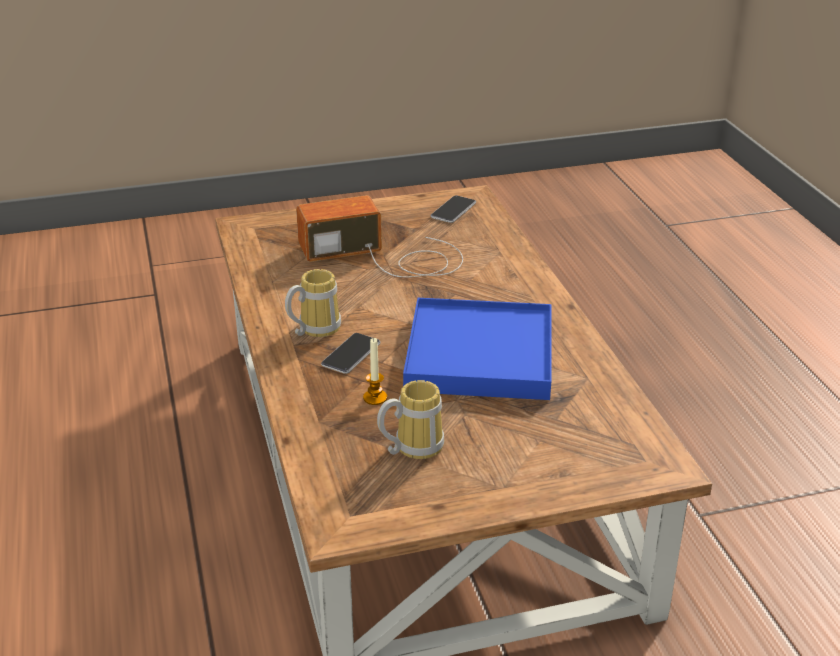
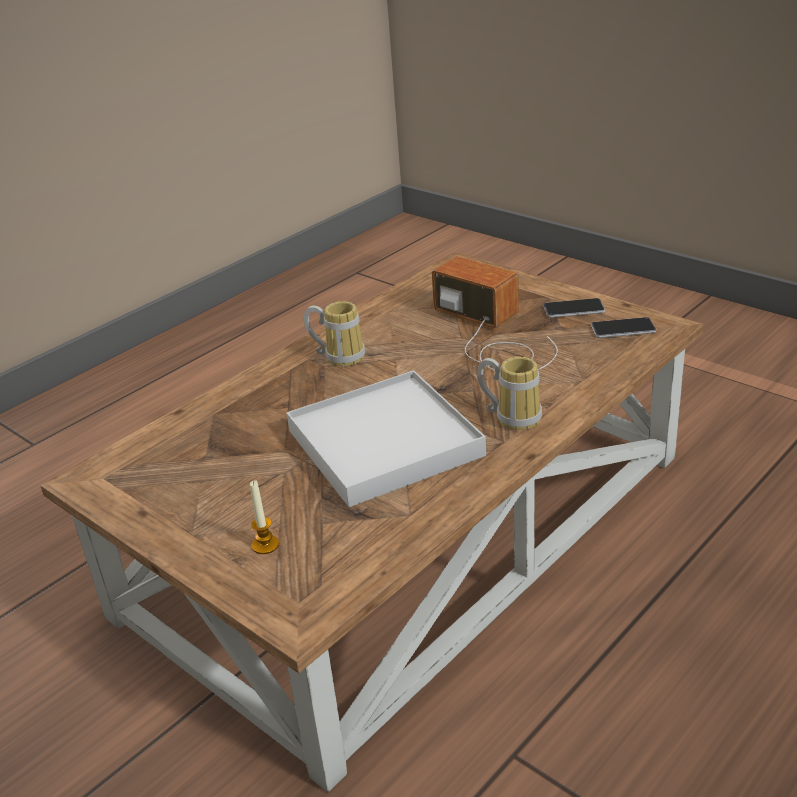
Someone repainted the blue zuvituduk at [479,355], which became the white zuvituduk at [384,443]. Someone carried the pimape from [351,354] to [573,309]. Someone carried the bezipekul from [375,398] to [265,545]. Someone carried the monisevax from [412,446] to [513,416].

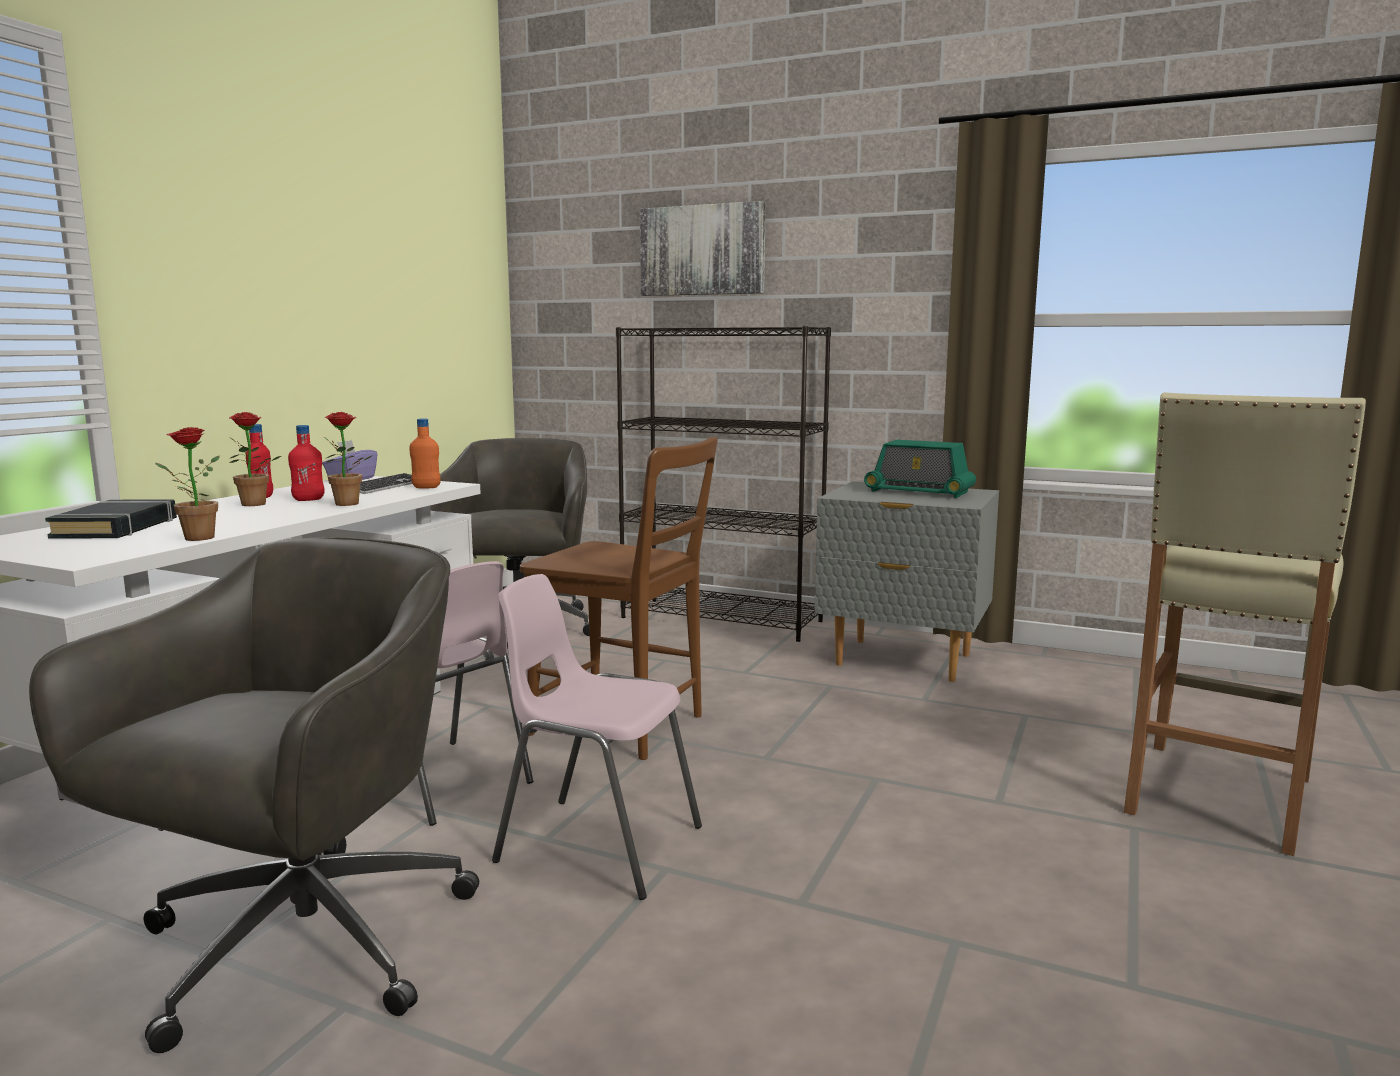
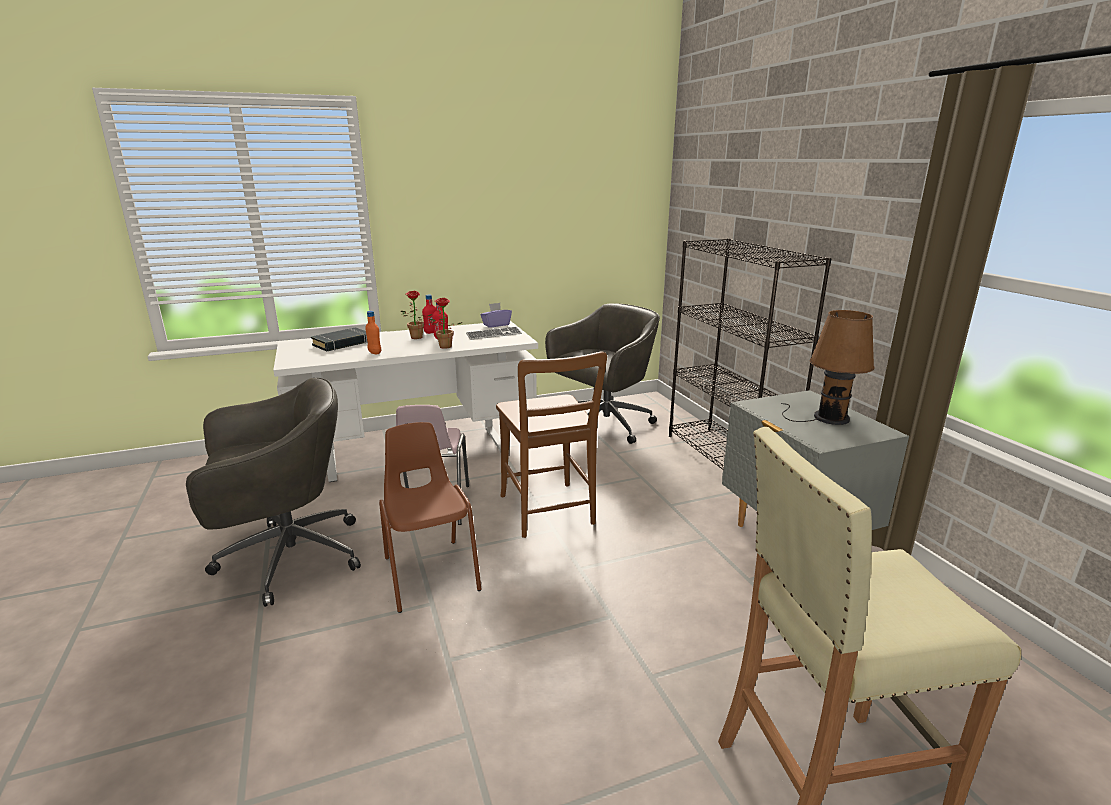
Someone took away the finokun at [702,250]. Someone carried the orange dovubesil from [426,487] to [374,353]. Someone took away the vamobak at [193,538]. Someone swapped the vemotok at [919,492] for the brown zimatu at [826,417]. Someone repainted the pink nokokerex at [597,844], which became the brown nokokerex at [430,573].

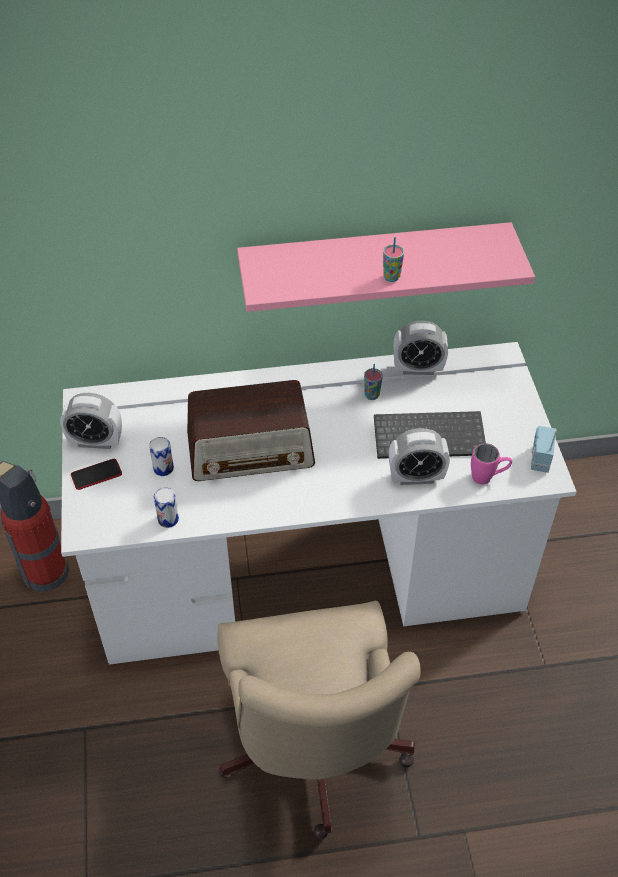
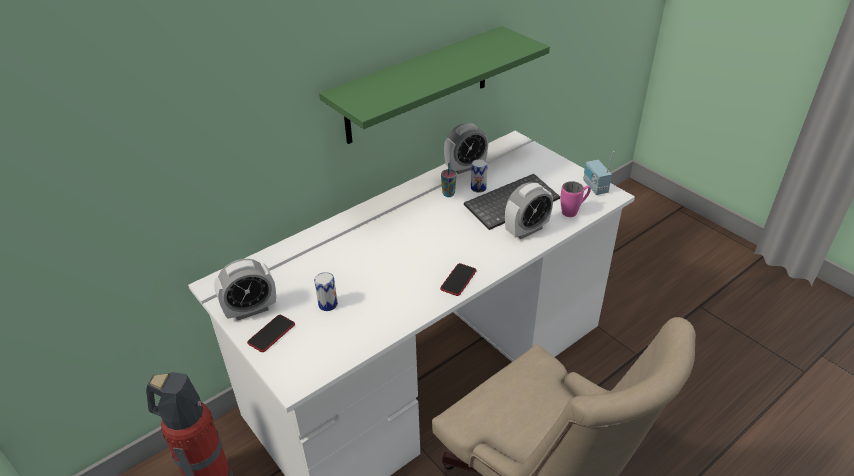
Someone repainted the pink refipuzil at [374,264], which became the green refipuzil at [418,85]. Someone took away the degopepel at [391,277]. Someone took away the vemotok at [251,450]. Someone carried the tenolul from [168,519] to [478,188]. Someone put down the pimape at [458,280].

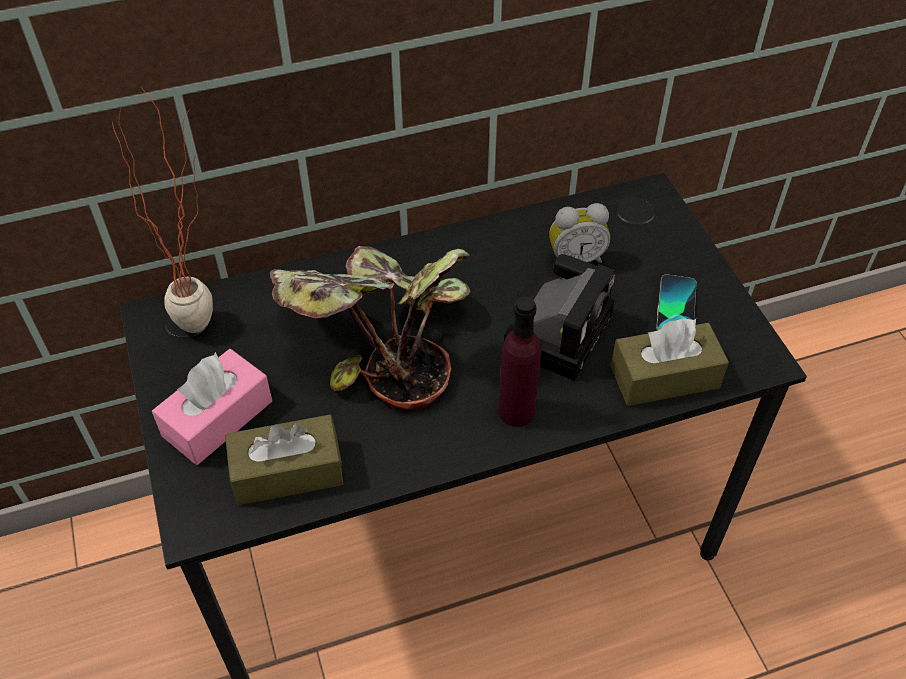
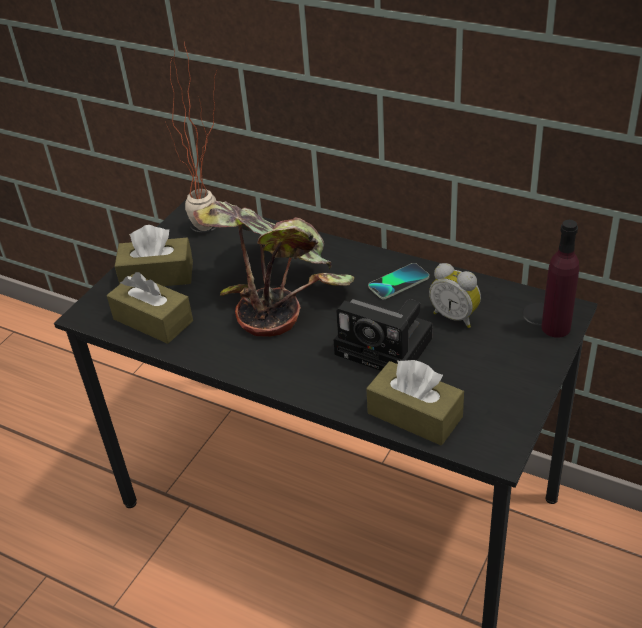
Someone rotated the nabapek at [559,329] by 45 degrees clockwise. Someone carried the pimape from [675,306] to [398,282]. Someone carried the purple dovubesil from [516,411] to [555,327]. Someone repainted the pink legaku at [217,418], which became the brown legaku at [157,275].

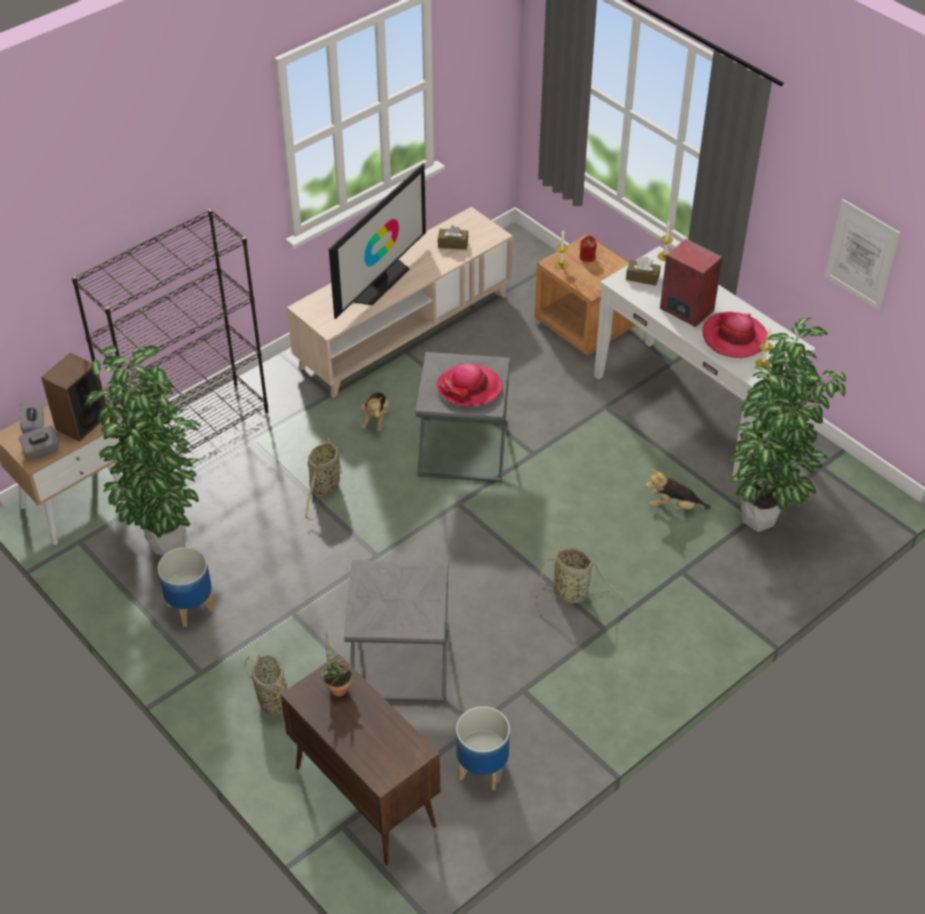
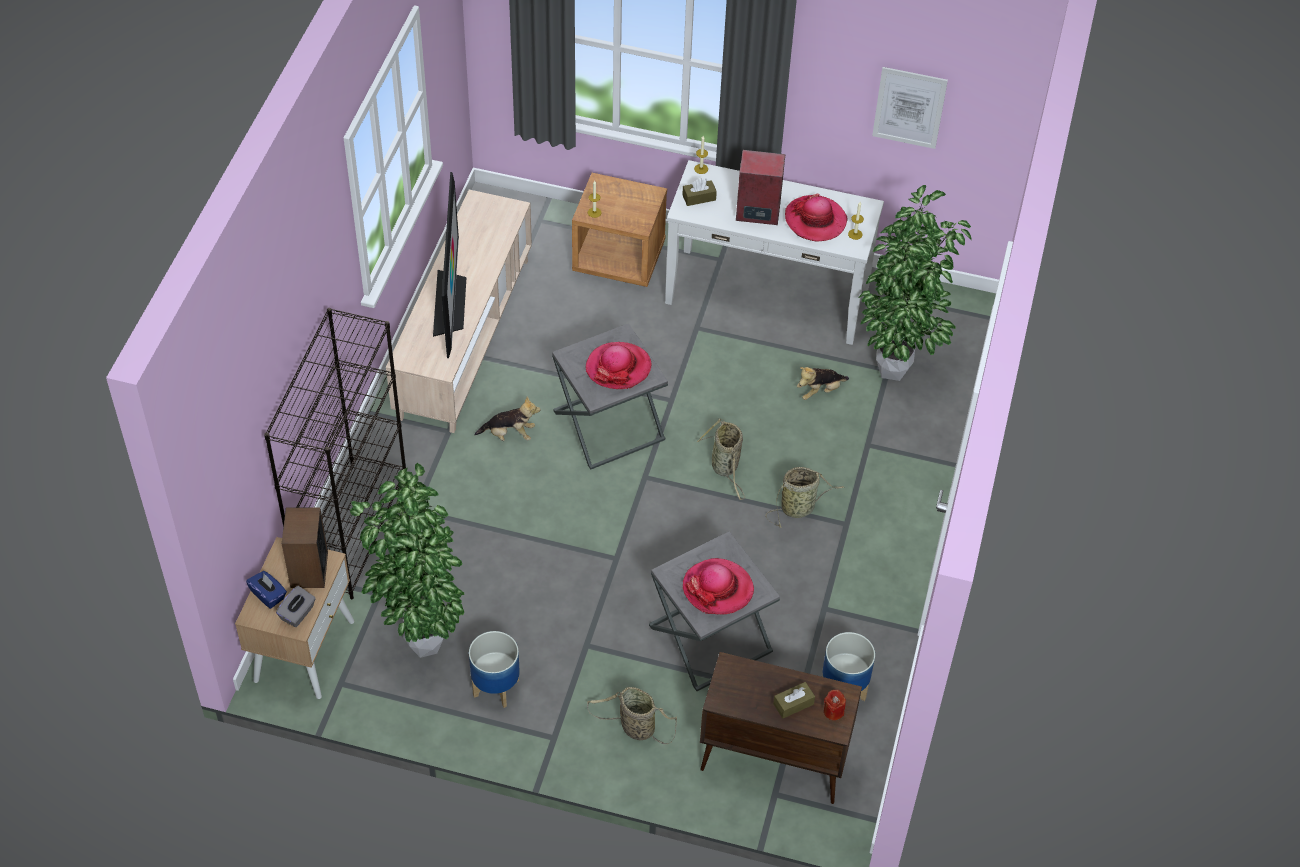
Someone carried the brown legaku from [453,244] to [793,704]. Someone carried the red bezipekul from [587,257] to [833,711]. Someone rotated the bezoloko at [376,419] by 60 degrees counterclockwise. Someone repainted the grey legaku at [34,427], which became the blue legaku at [268,595]. Someone carried the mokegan from [324,489] to [725,467]. Someone took away the vamobak at [337,687]. Someone put down the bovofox at [718,589].

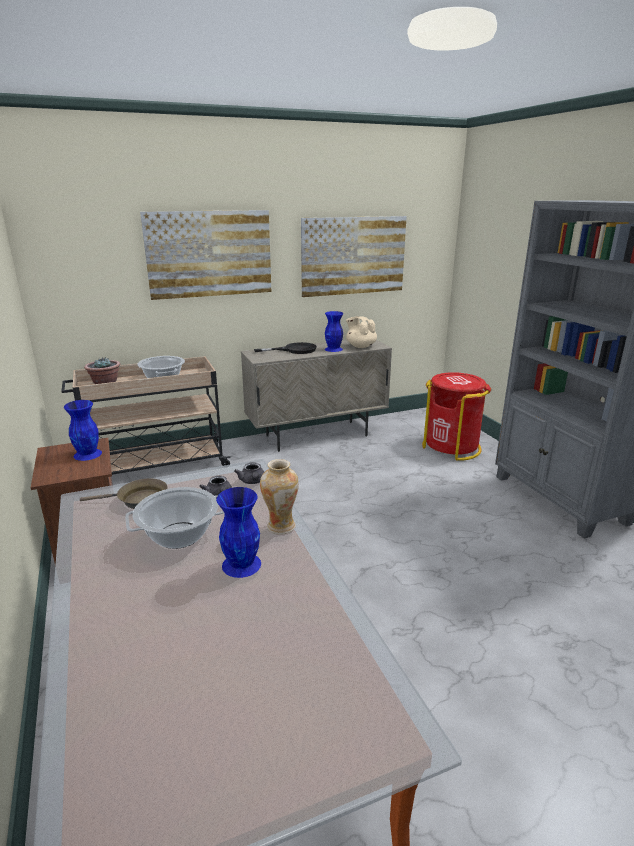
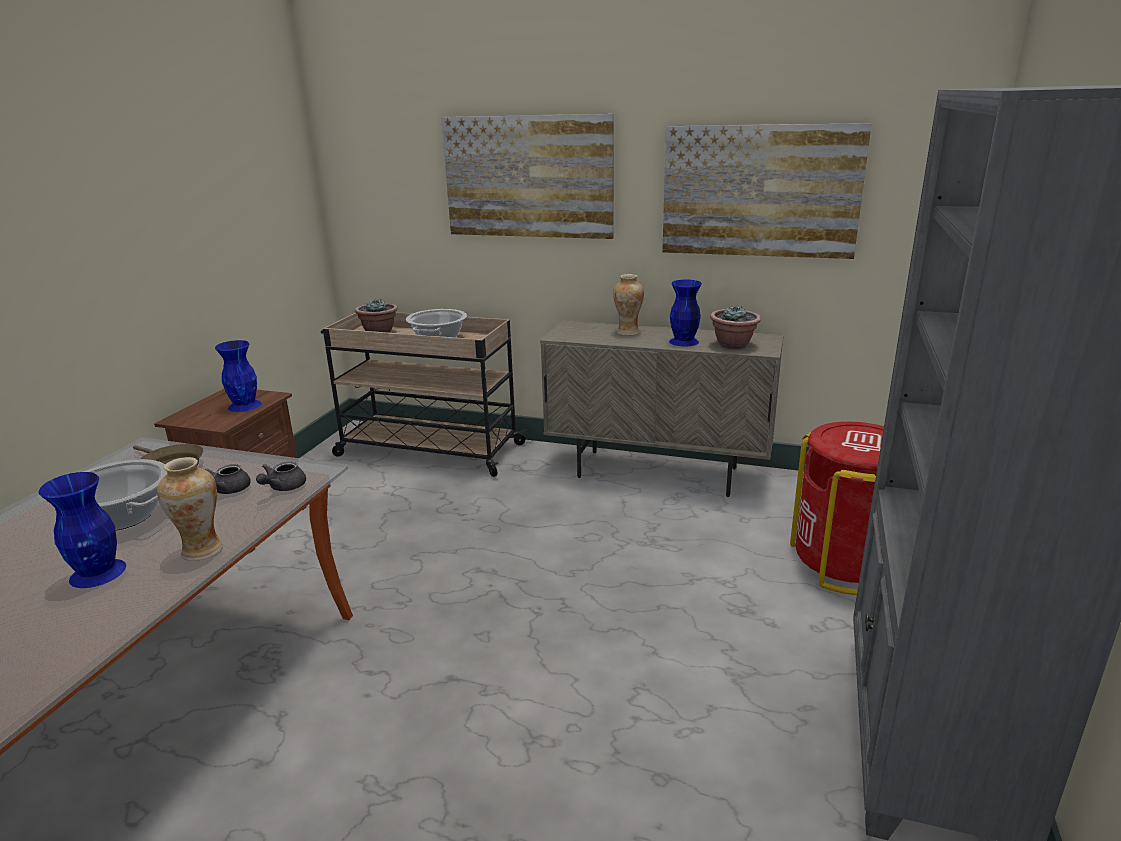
Someone swapped the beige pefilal at [360,346] for the vamobak at [733,345]. Someone swapped the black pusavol at [294,350] for the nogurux at [628,332].

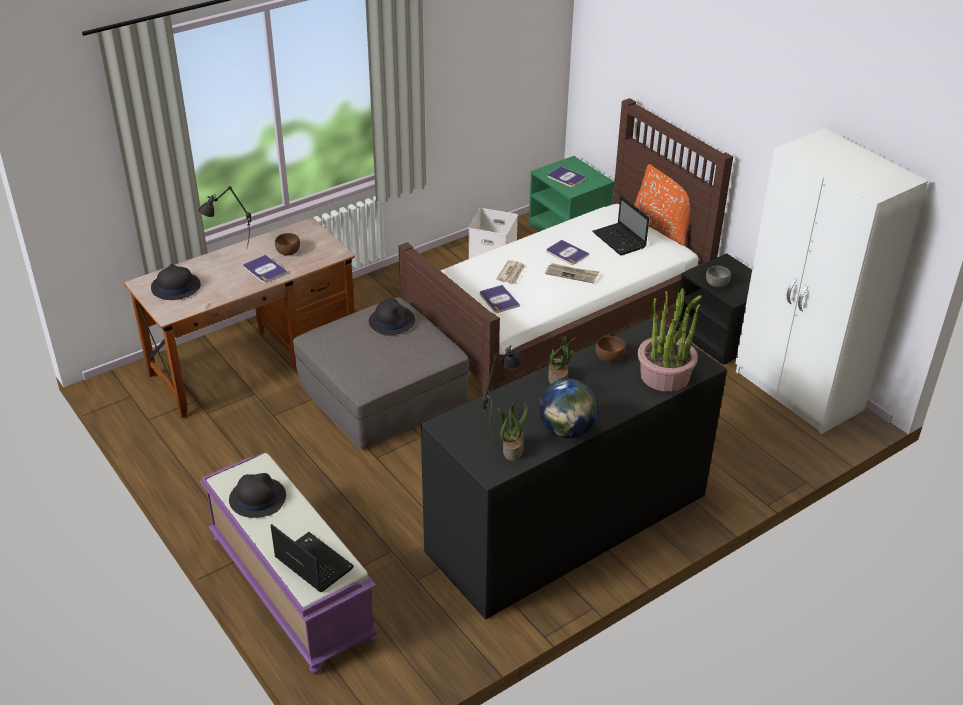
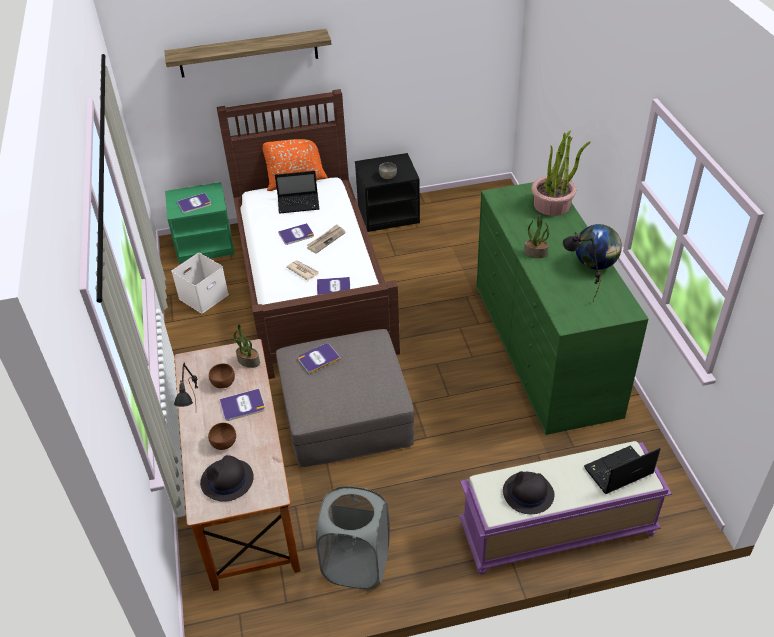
Someone took away the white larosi at [798,392]. Someone swapped the black bovofox at [392,321] for the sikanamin at [318,358]. Someone repainted the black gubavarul at [567,523], which became the green gubavarul at [544,348]. Someone carried the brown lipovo from [609,358] to [223,443]. Someone carried the vamobak from [512,449] to [248,361]. Someone put up the refipuzil at [248,53]. Someone put down the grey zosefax at [356,564].

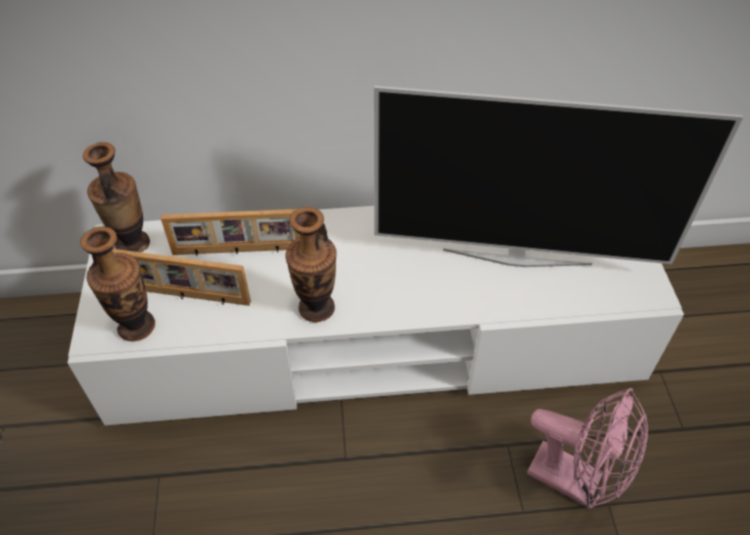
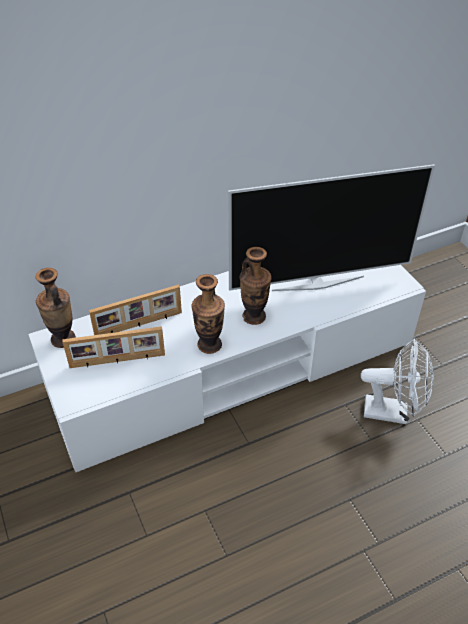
Someone carried the nogurux from [136,326] to [254,316]. Someone repainted the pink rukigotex at [575,480], which became the white rukigotex at [393,412].

